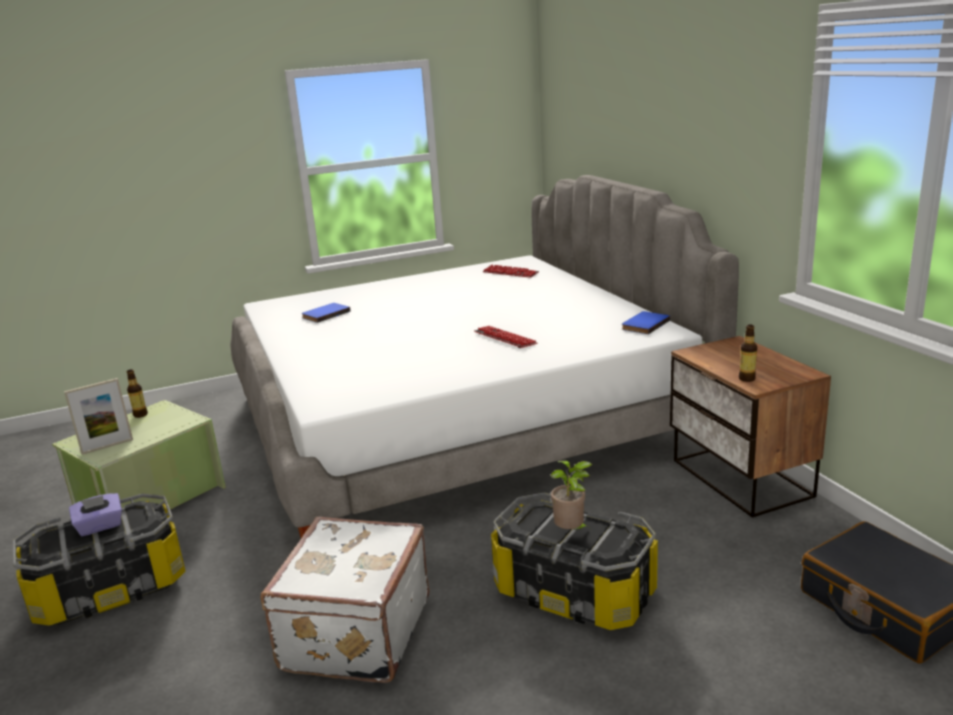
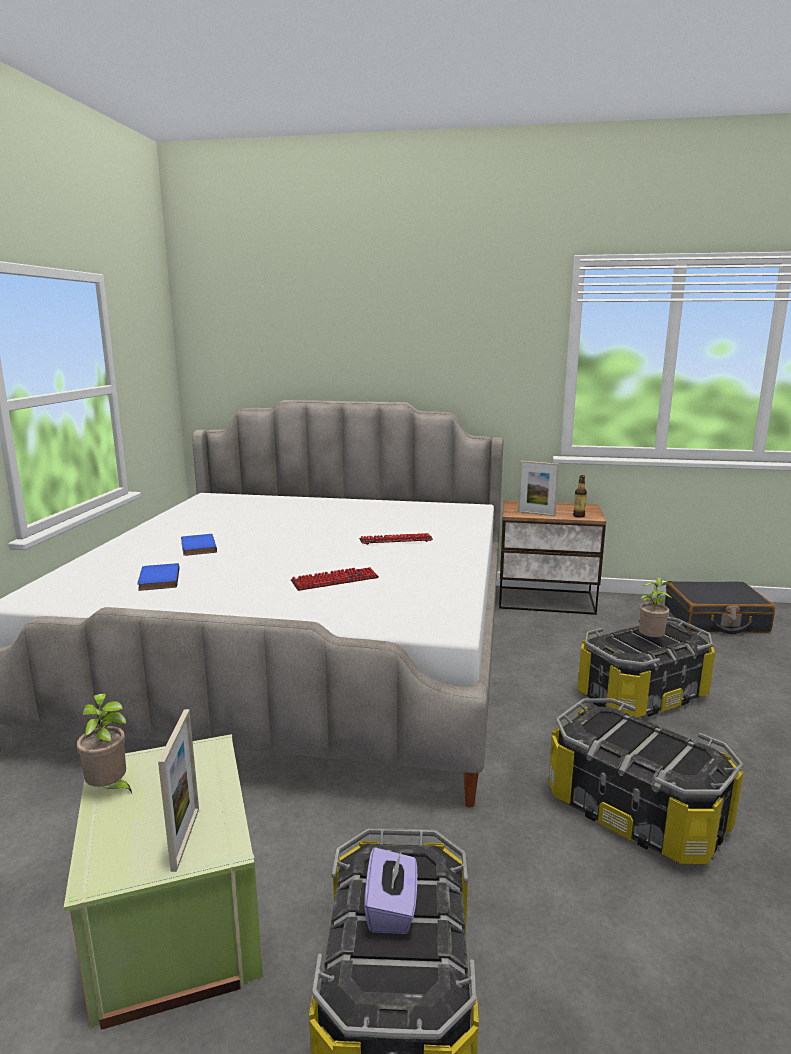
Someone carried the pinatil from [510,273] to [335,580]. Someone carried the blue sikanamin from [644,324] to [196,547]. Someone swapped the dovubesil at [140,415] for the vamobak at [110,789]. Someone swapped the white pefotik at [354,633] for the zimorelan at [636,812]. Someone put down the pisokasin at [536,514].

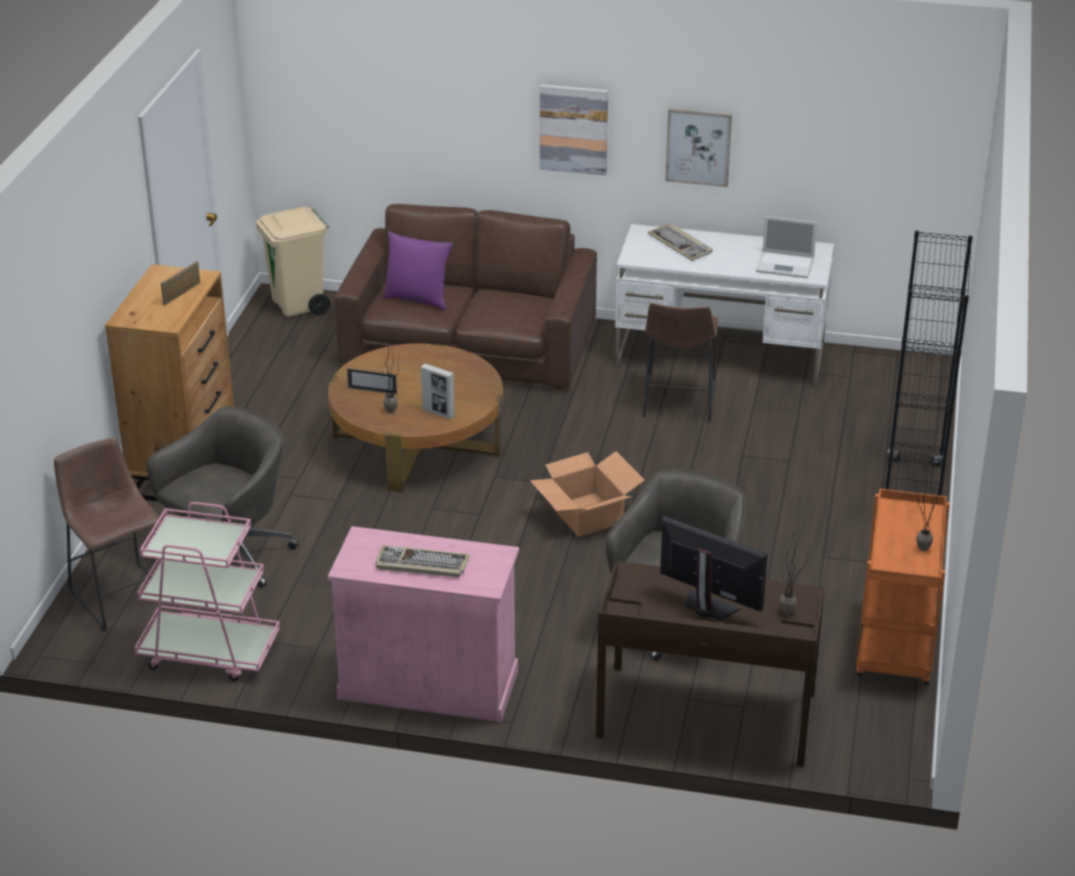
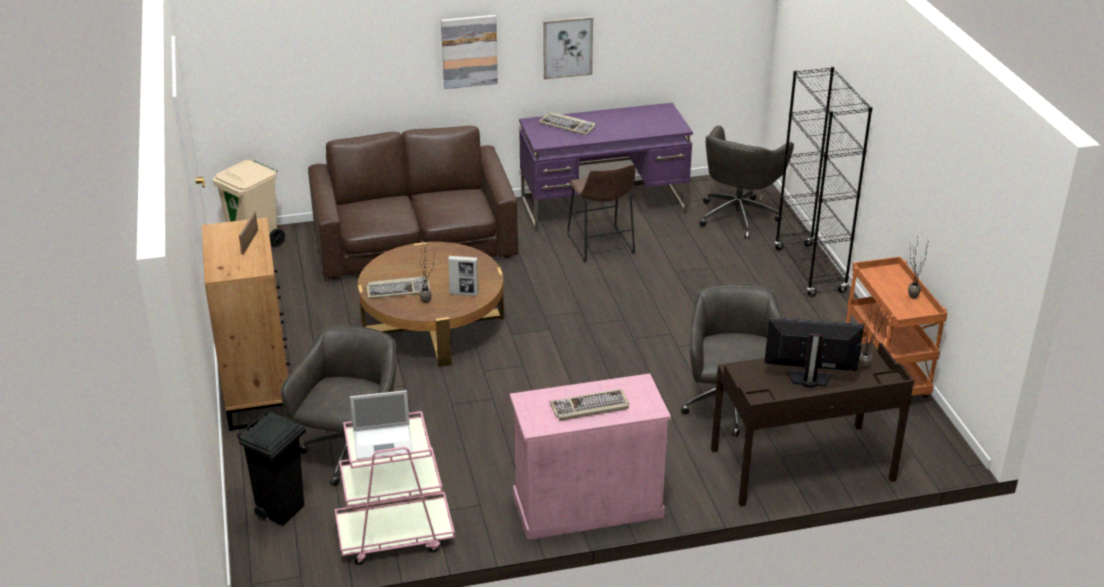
Someone carried the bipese from [786,265] to [384,442]. Someone repainted the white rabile at [721,355], which became the purple rabile at [604,205]. Someone took away the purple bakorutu at [417,299]. Someone swapped the pisokasin at [372,391] for the pinatil at [398,290]. Someone swapped the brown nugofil at [120,593] for the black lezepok at [282,510]. Someone took away the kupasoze at [586,515]. Someone put down the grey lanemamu at [738,215].

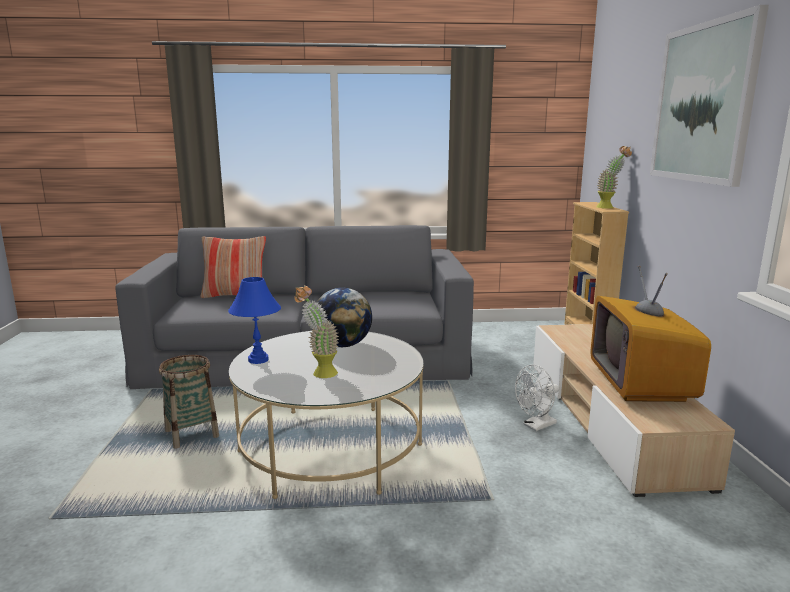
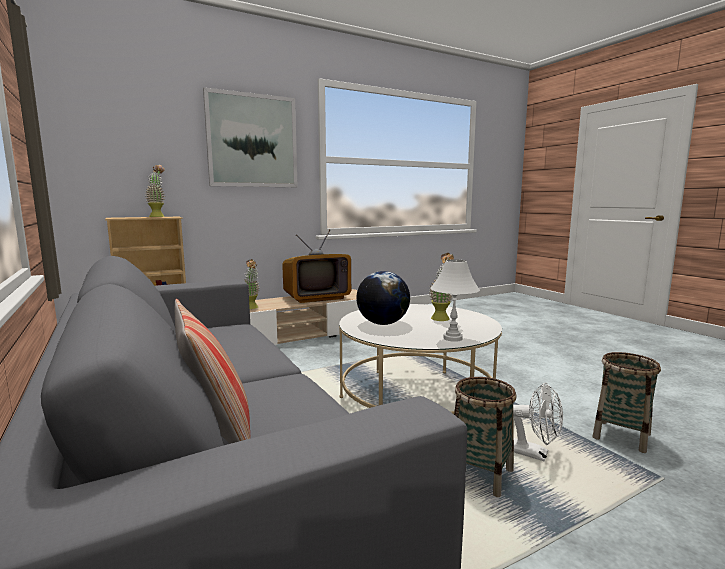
Someone repainted the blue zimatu at [258,360], which became the white zimatu at [453,338]. Someone carried the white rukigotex from [536,426] to [535,454]. Someone put down the vamobak at [252,308]. Someone put down the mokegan at [621,436].

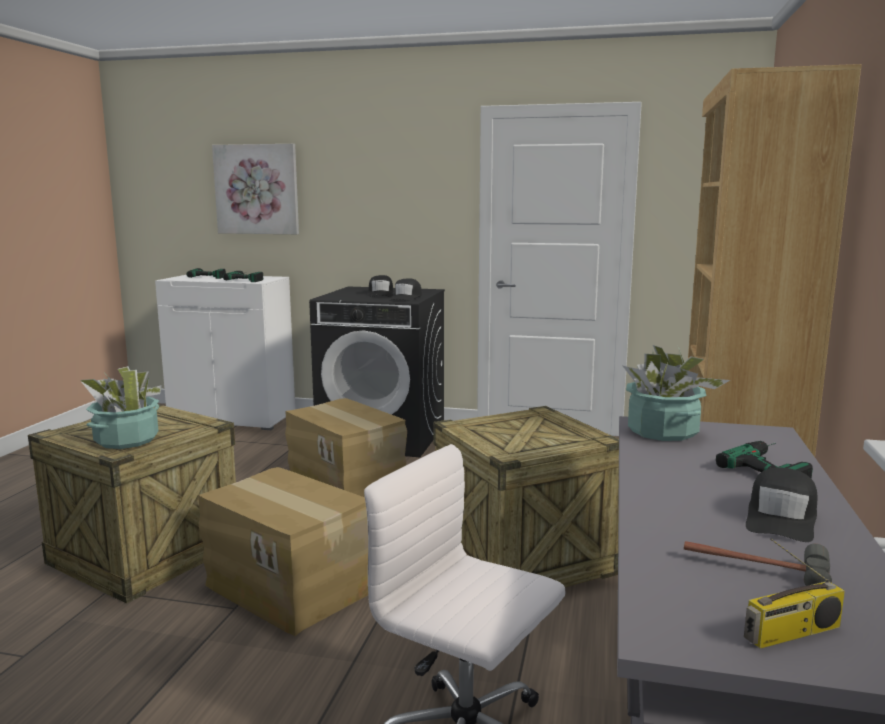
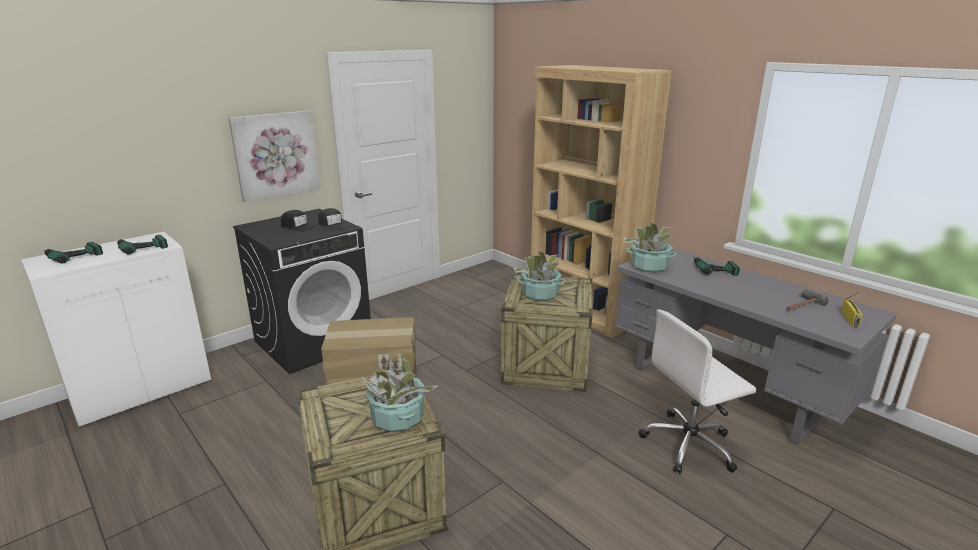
Someone carried the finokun from [257,189] to [276,155]. Someone took away the kupasoze at [289,587]. Someone took away the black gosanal at [781,517]. Someone put down the vamobak at [540,294].

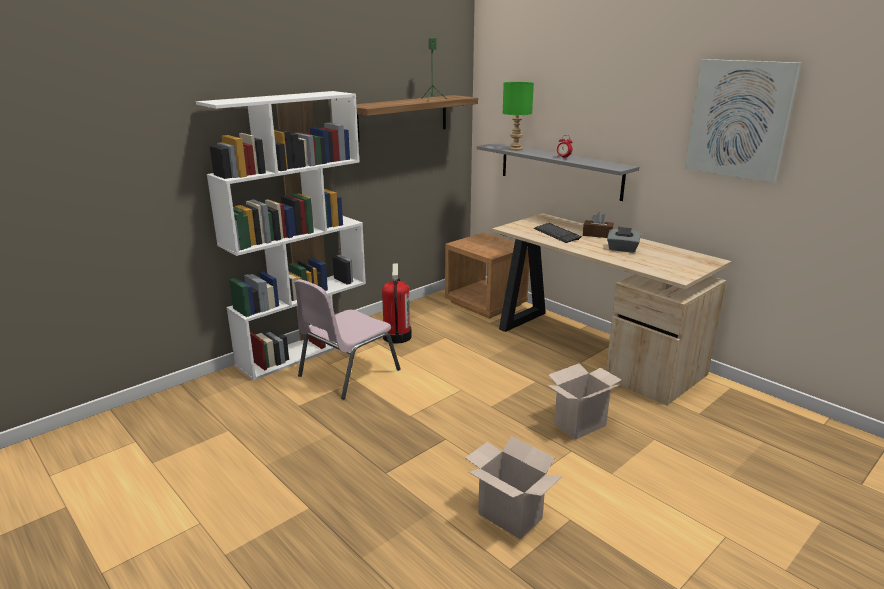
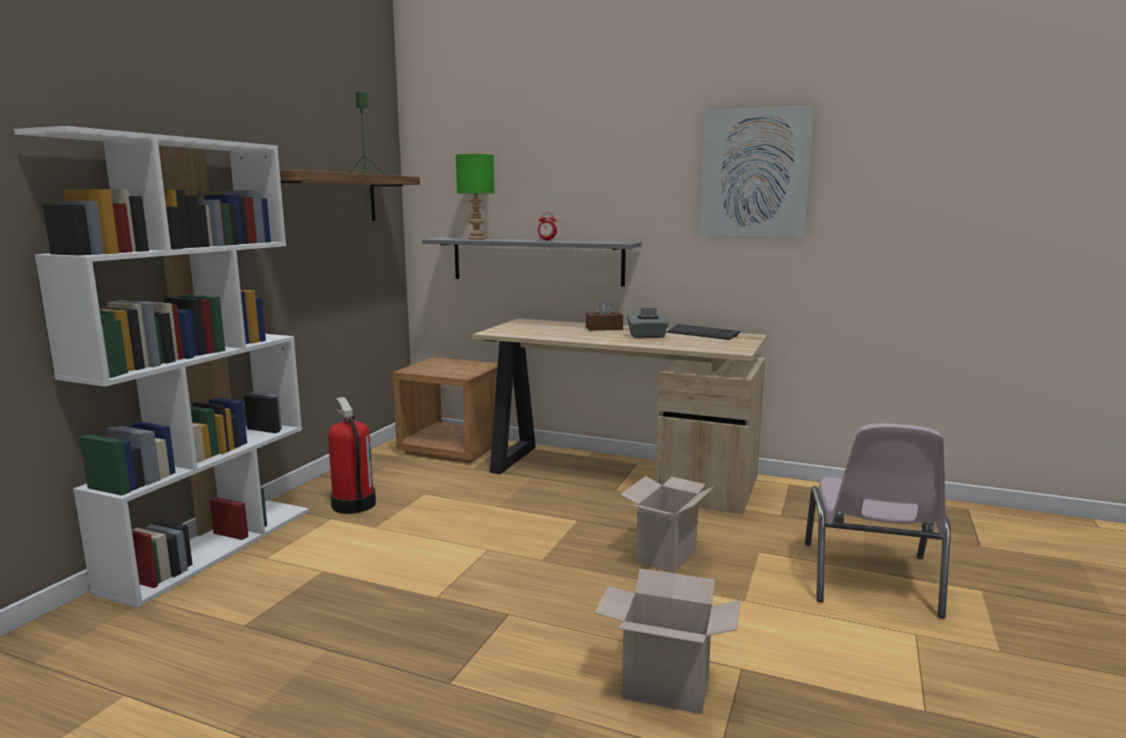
Someone carried the pinatil from [557,234] to [702,334]. Someone carried the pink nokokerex from [347,373] to [869,579].

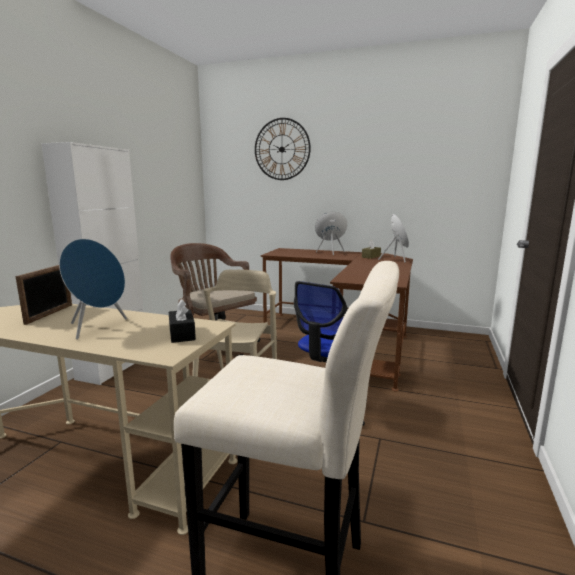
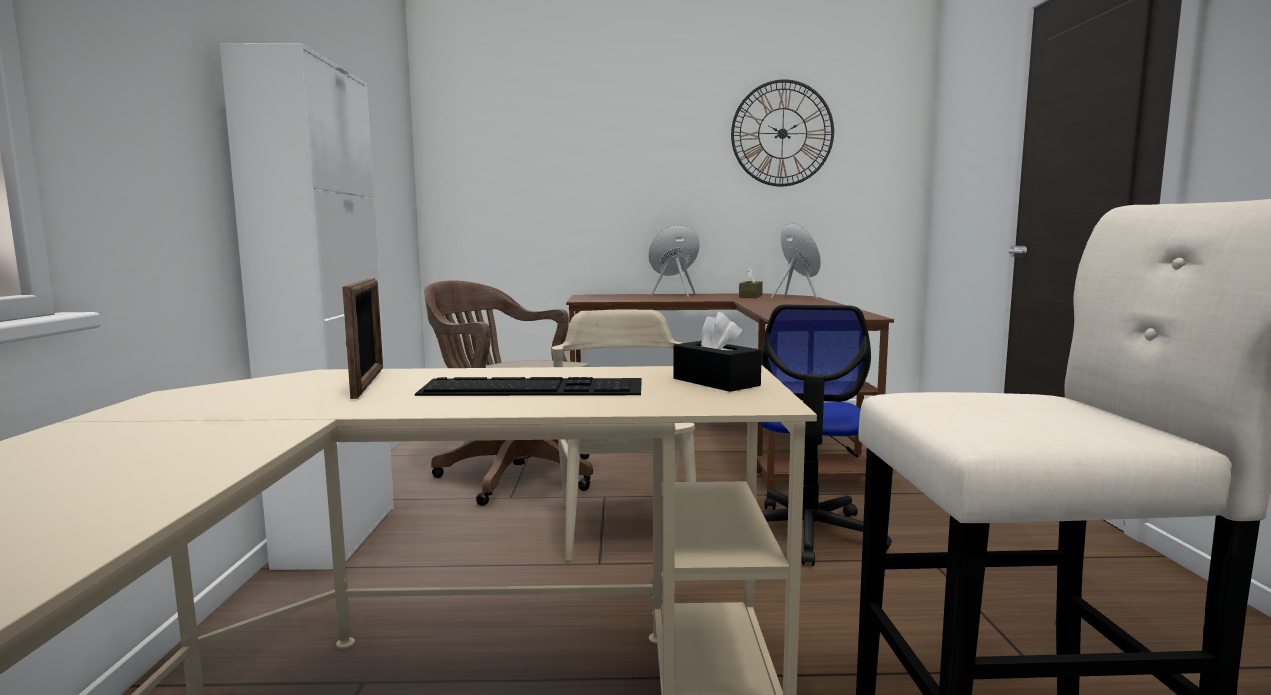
Someone carried the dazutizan from [282,149] to [782,133]. Someone swapped the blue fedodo at [98,327] for the pinatil at [532,389].

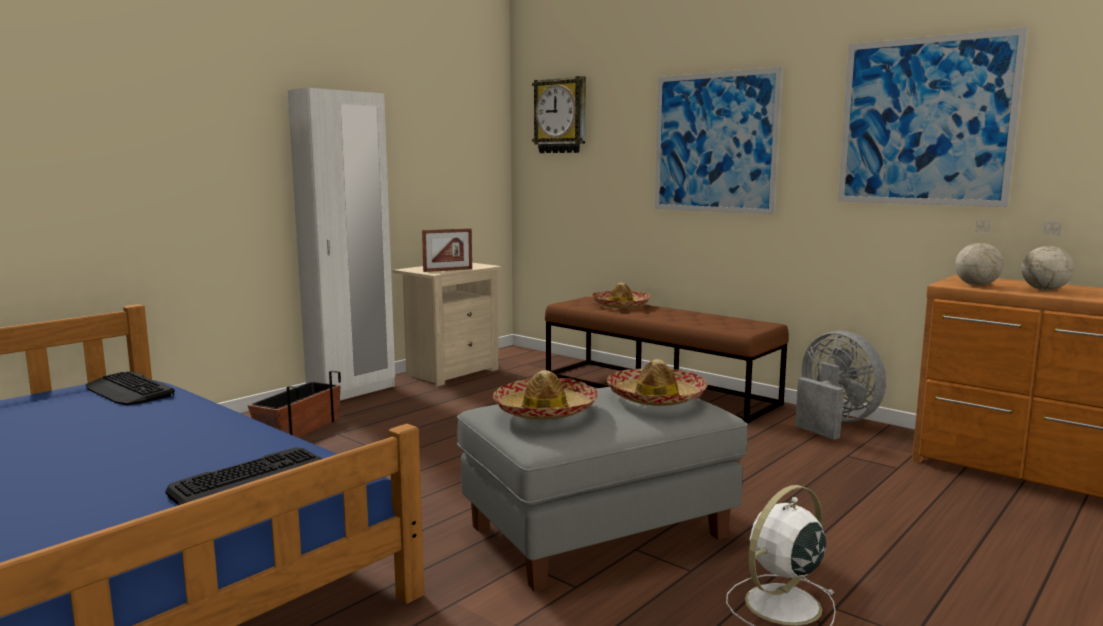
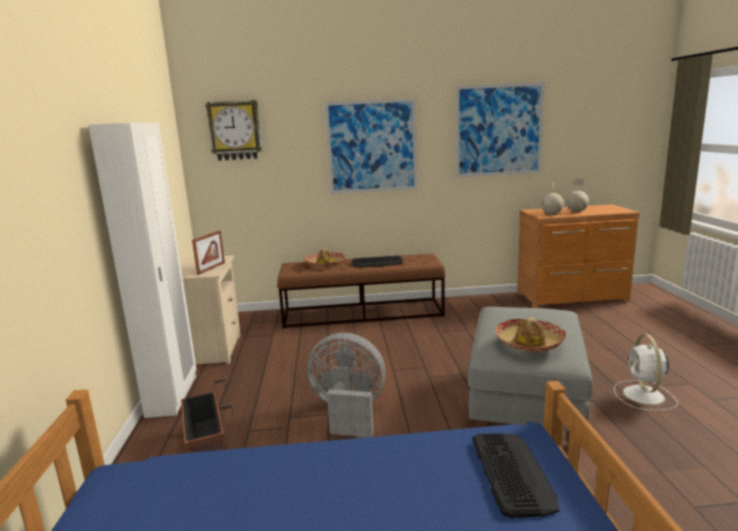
Someone carried the grey rukigotex from [833,423] to [348,412]. Someone took away the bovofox at [655,397]. Someone carried the pinatil from [129,390] to [377,263].

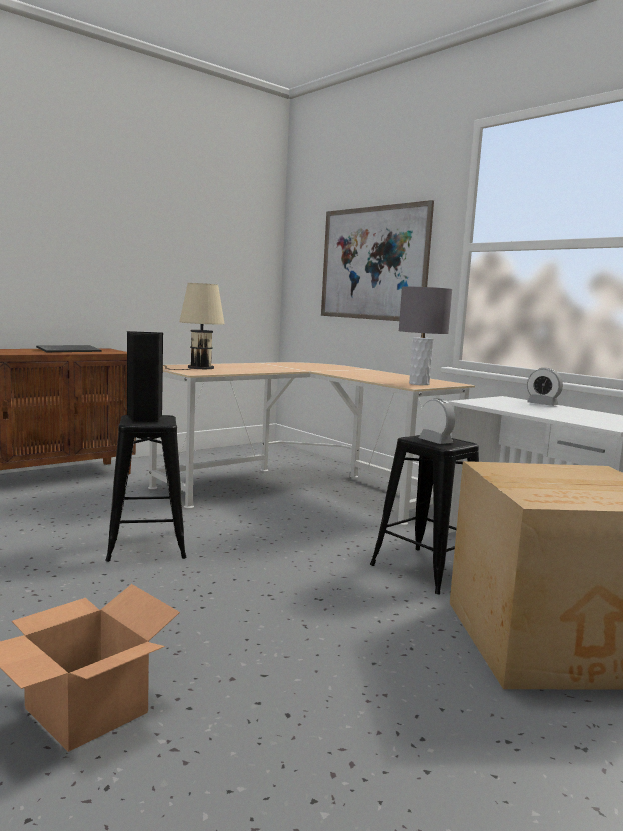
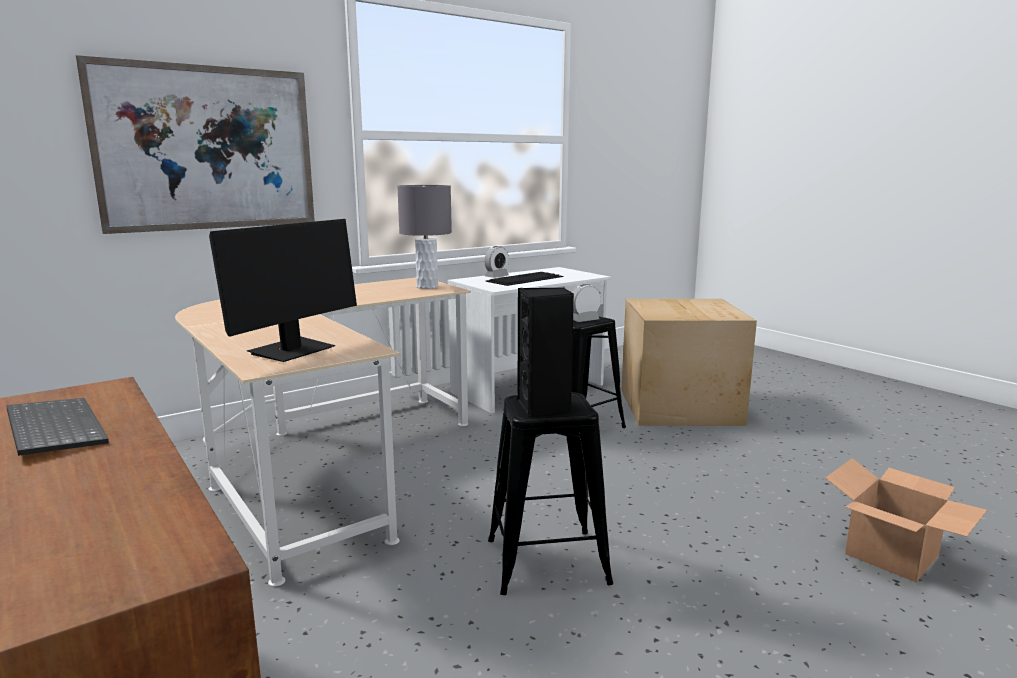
Someone swapped the beige zimatu at [197,368] for the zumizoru at [292,351]. Someone put down the pinatil at [525,279].

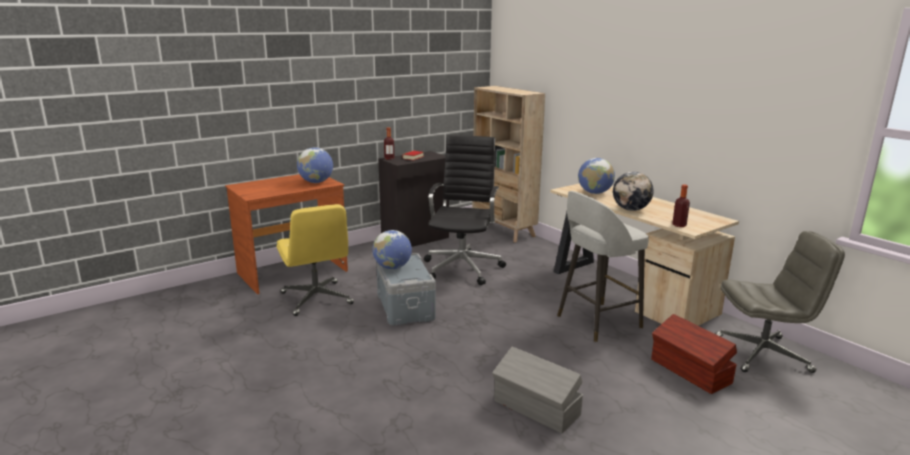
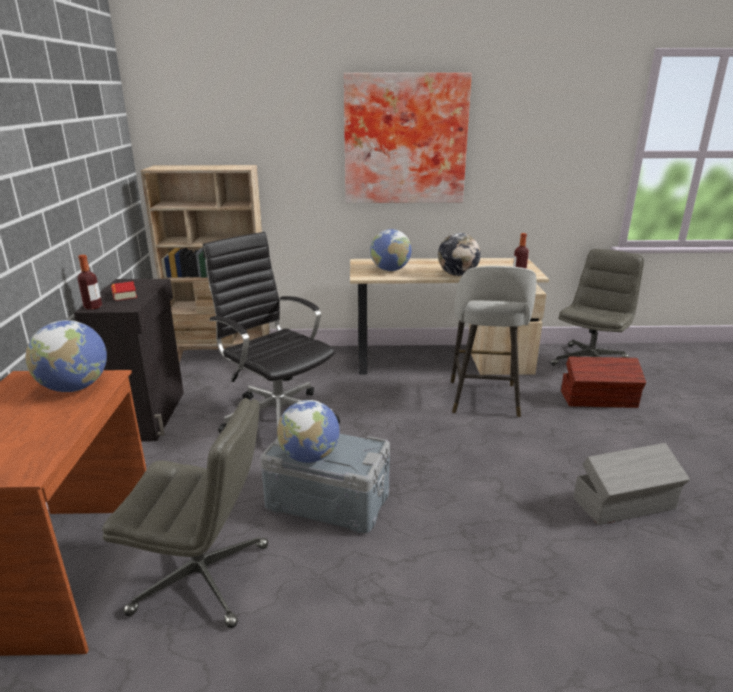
Someone repainted the yellow lanemamu at [317,299], which became the grey lanemamu at [204,578]. Someone put up the finokun at [405,140].

